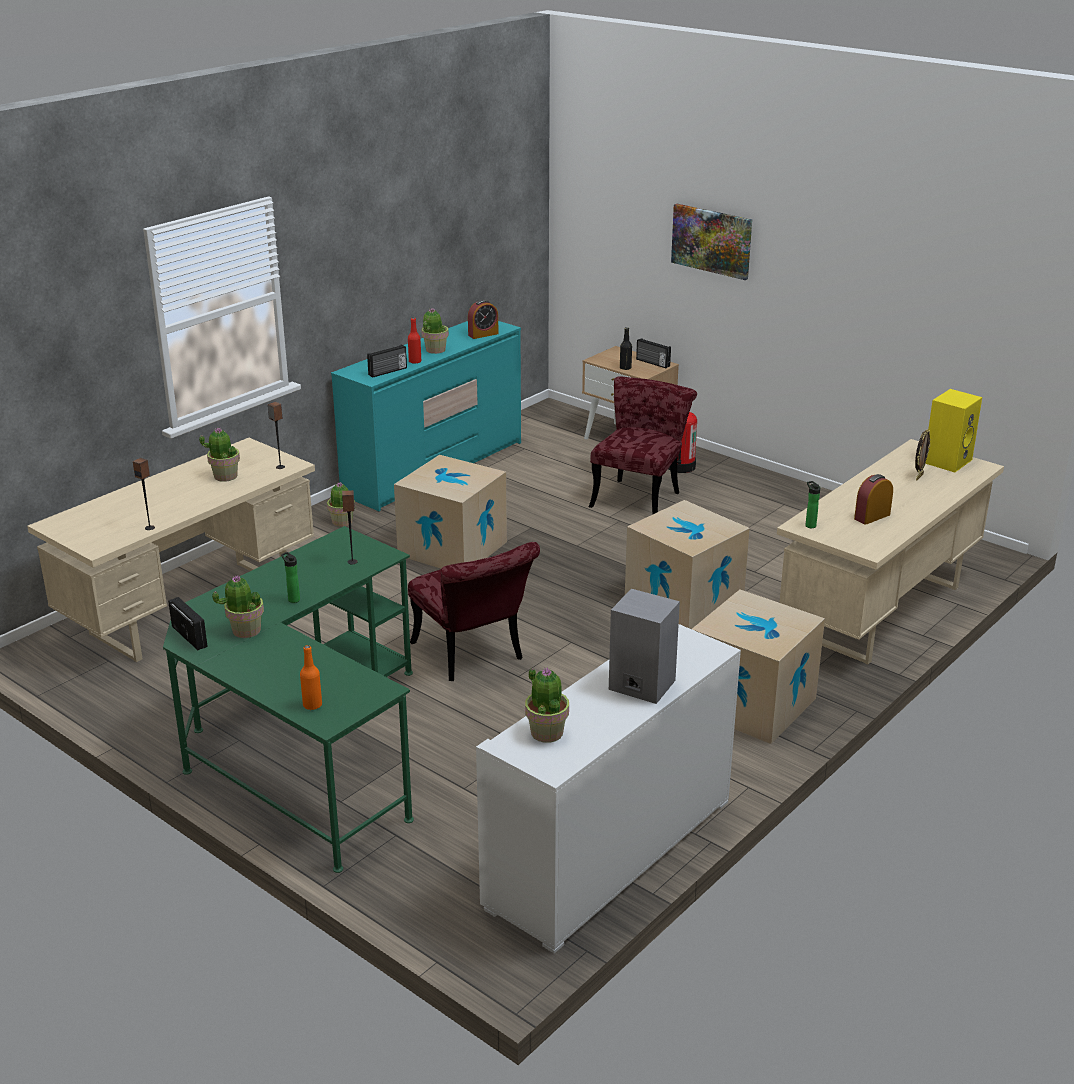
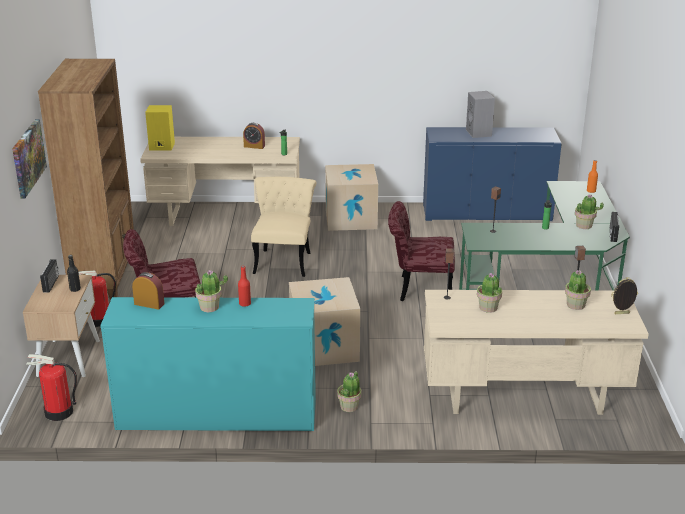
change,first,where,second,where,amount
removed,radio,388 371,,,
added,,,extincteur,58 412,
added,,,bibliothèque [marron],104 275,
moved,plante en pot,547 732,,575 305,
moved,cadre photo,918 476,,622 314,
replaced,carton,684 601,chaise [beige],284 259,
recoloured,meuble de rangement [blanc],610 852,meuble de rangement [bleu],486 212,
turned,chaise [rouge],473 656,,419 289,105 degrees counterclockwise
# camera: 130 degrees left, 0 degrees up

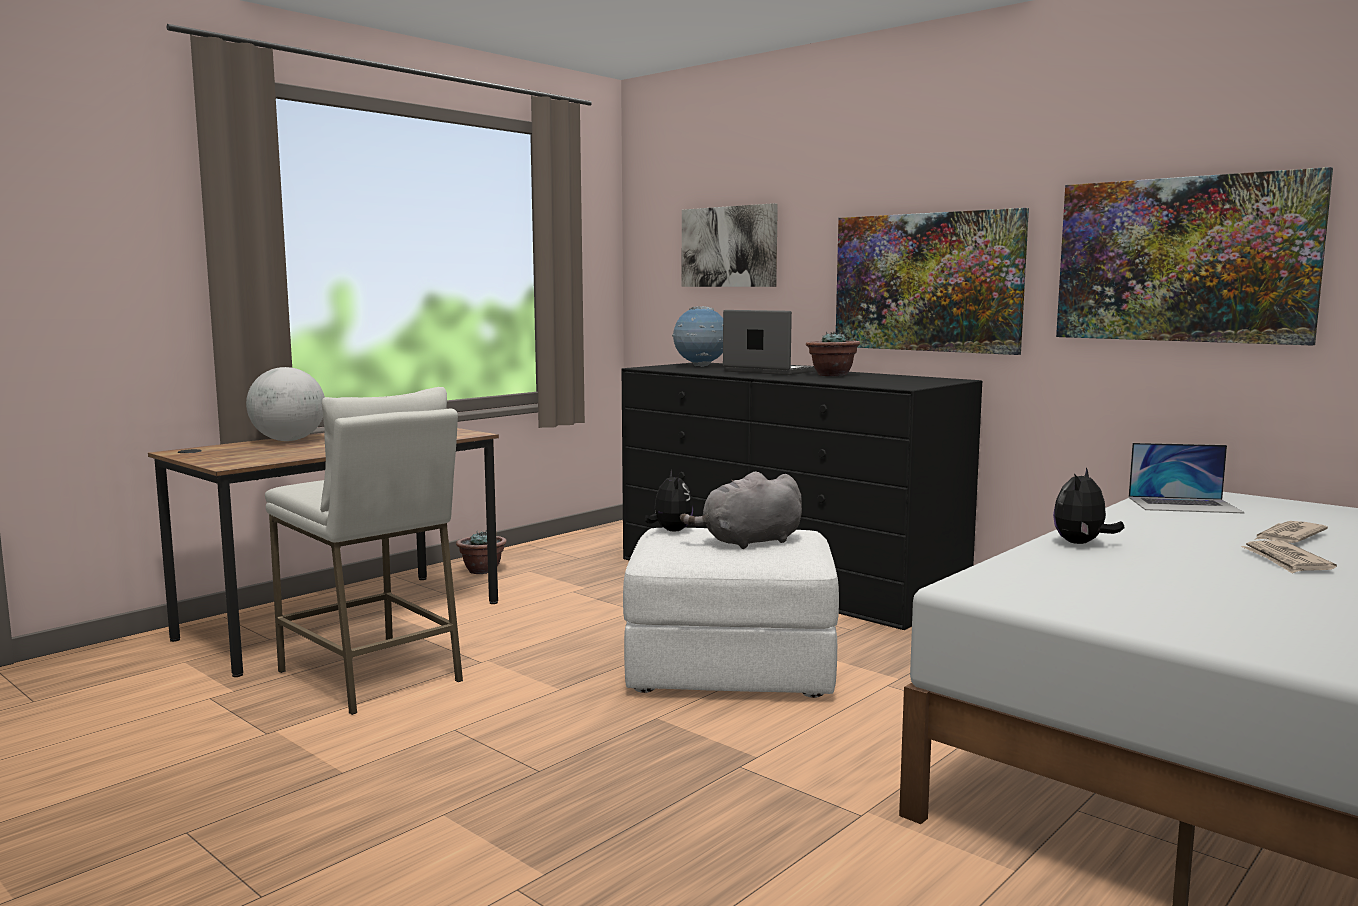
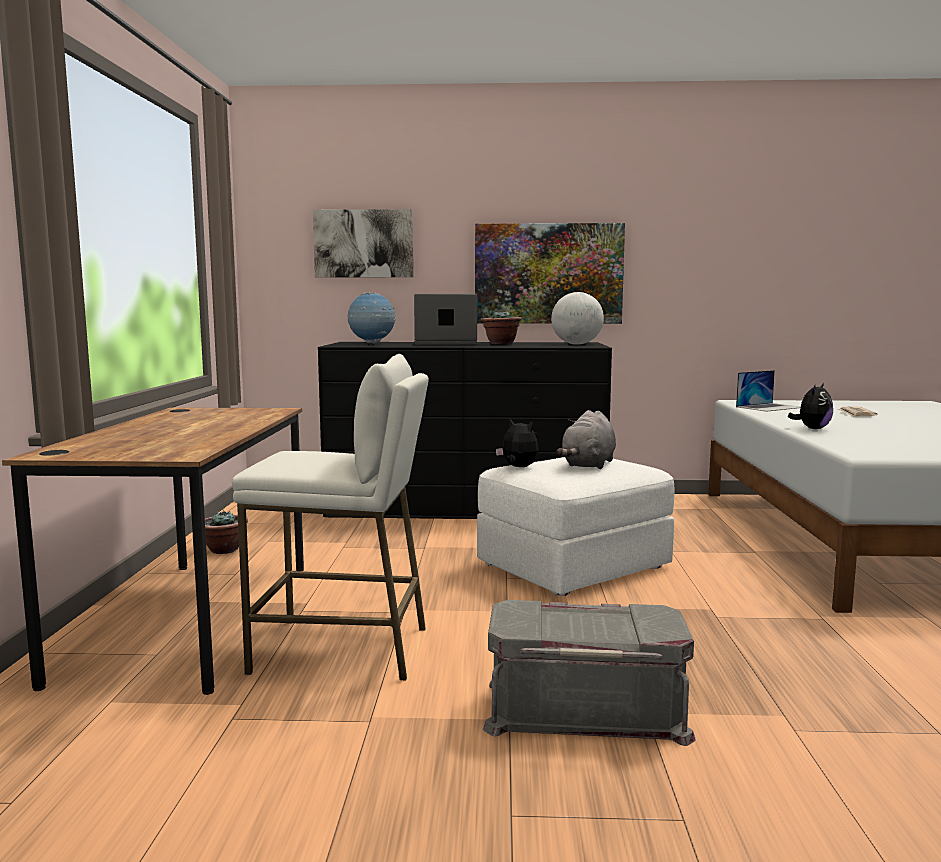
change,first,where,second,where,amount
removed,tableau,1183 260,,,
removed,journal,1286 561,,,
added,,,boîte de rangement [gris],585 709,
moved,globe,288 440,,576 344,
turned,peluche,1081 543,,812 429,135 degrees counterclockwise
# camera: 40 degrees left, 0 degrees up

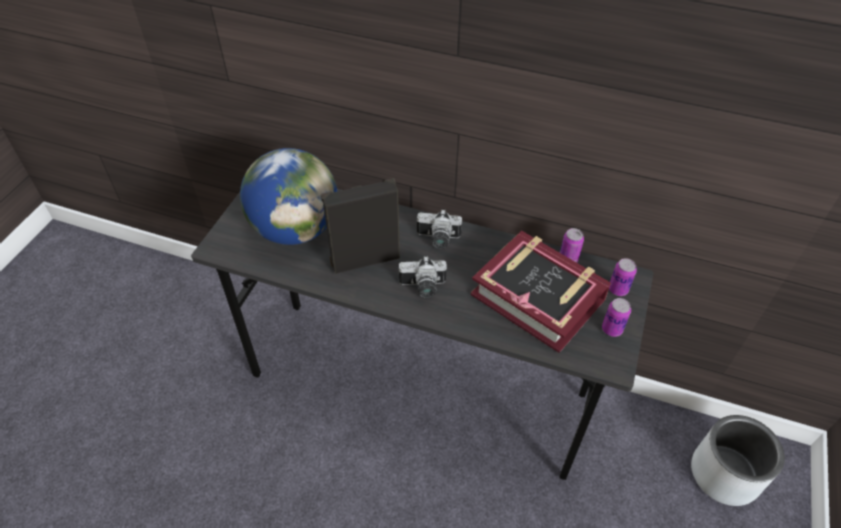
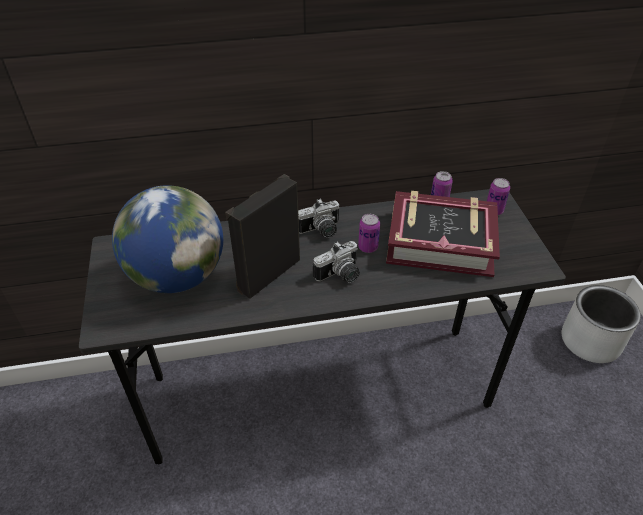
change,first,where,second,where,amount
moved,boîte métallique,612 329,,368 247,
# camera: 30 degrees left, 5 degrees down

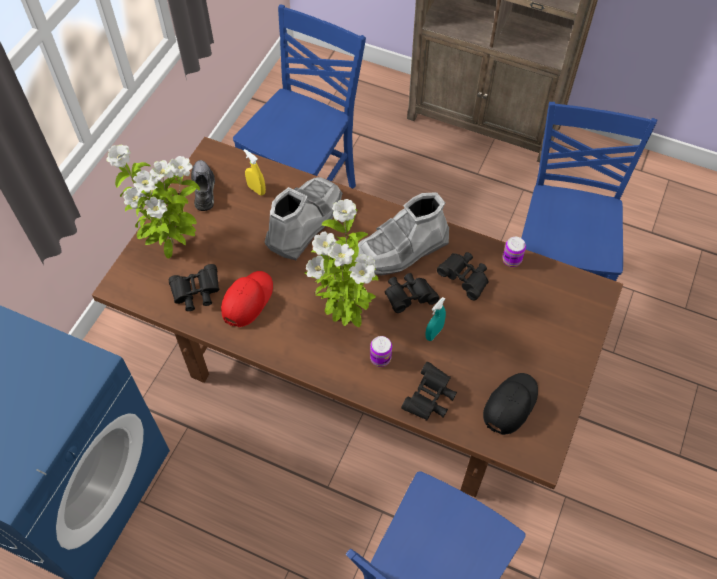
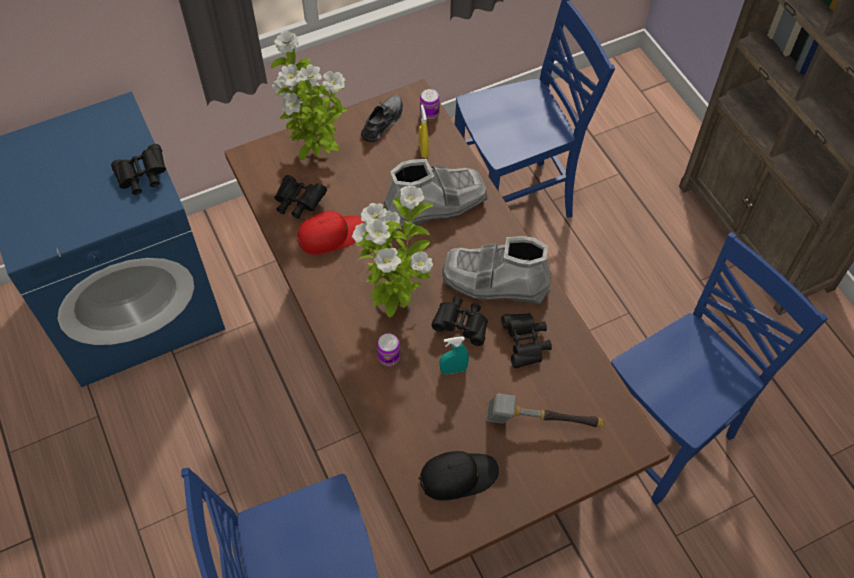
change,first,where,second,where,amount
added,,,marteau,538 423,
moved,jumelles [noir],429 399,,142 177,
moved,boîte métallique,511 259,,429 114,
# camera: 40 degrees right, 0 degrees up

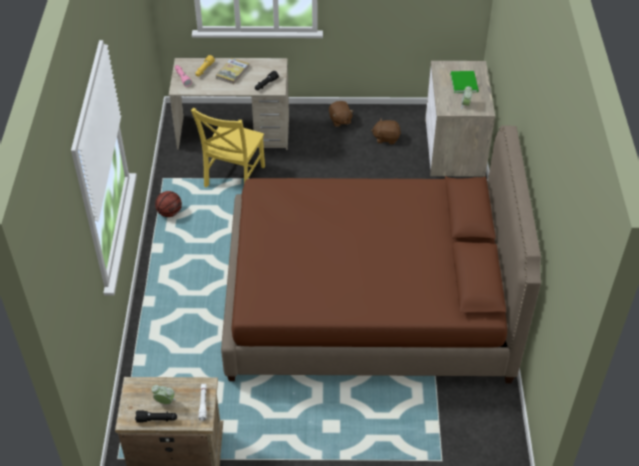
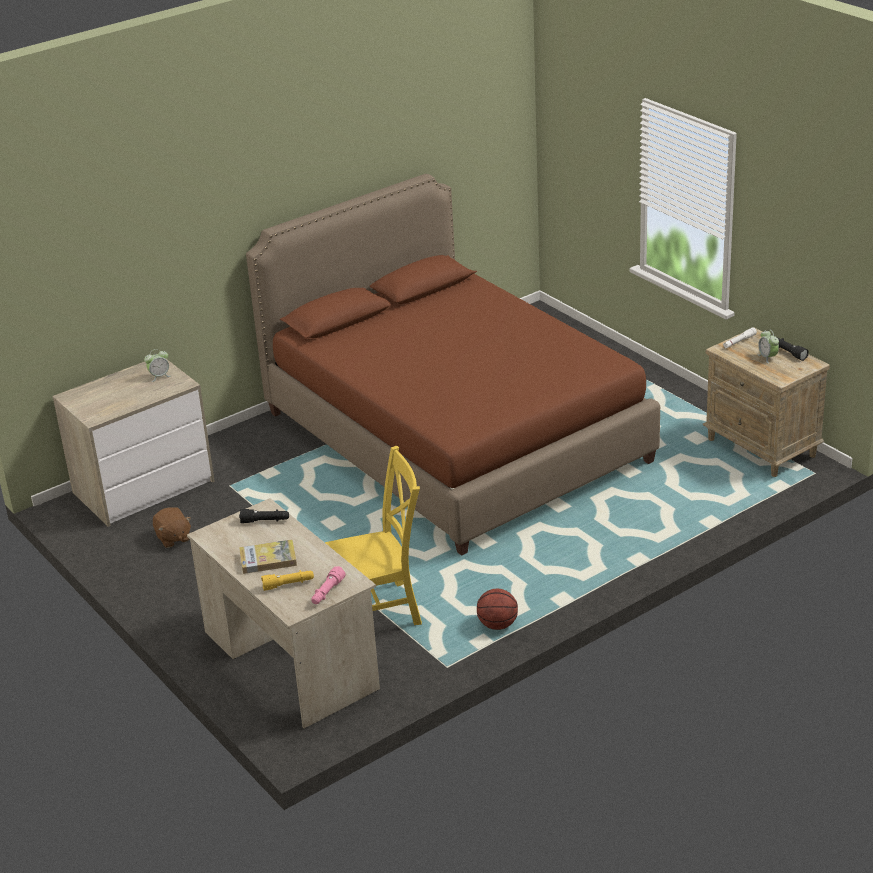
change,first,where,second,where,amount
removed,peluche [marron],340 120,,,
removed,livre [vert],464 82,,,
# camera: 125 degrees left, 15 degrees down

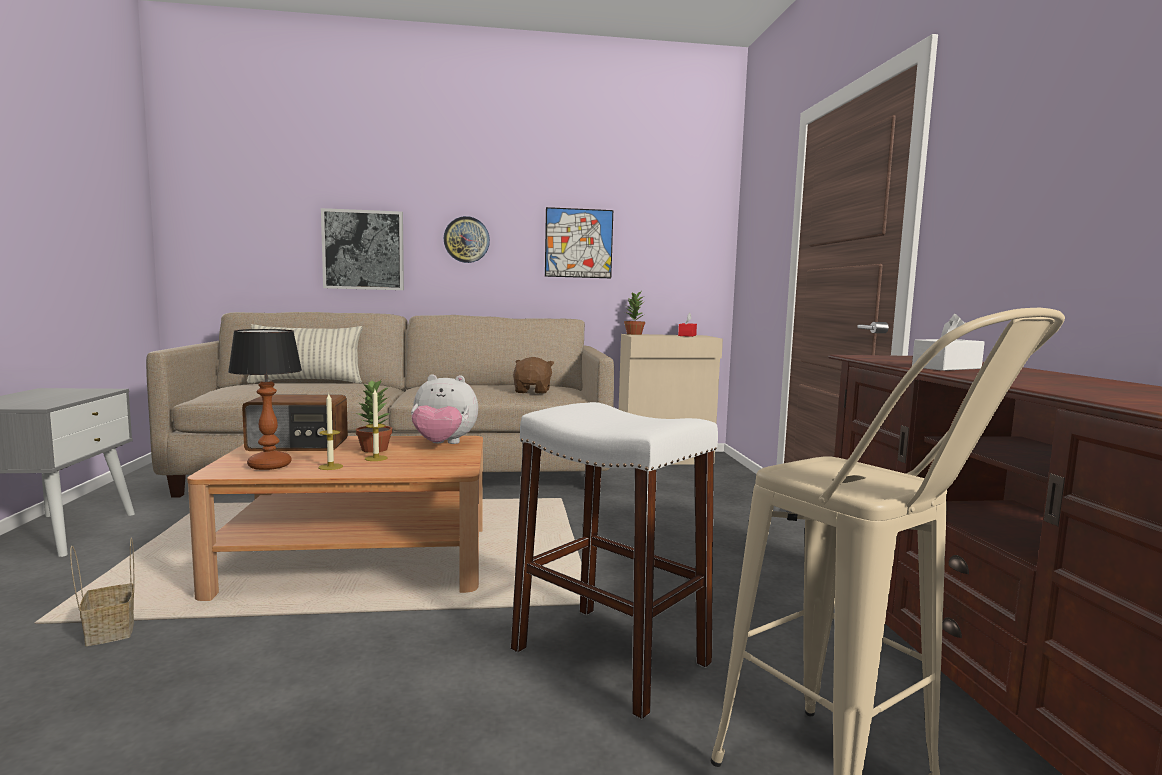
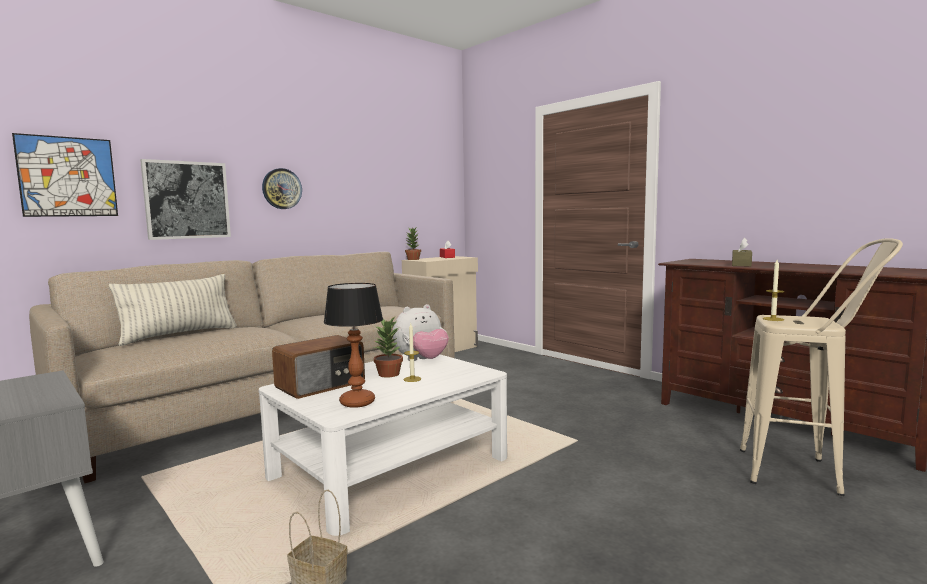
change,first,where,second,where,amount
removed,tabouret [blanc],610 656,,,
removed,peluche [marron],533 391,,,
moved,bougie,330 467,,773 319,
moved,tableau,578 243,,68 177,
recoloured,table basse [marron],359 559,table basse [blanc],390 467,
recoloured,boîte à mouchoirs [blanc],946 367,boîte à mouchoirs [marron],741 264,
# camera: 35 degrees left, 0 degrees up

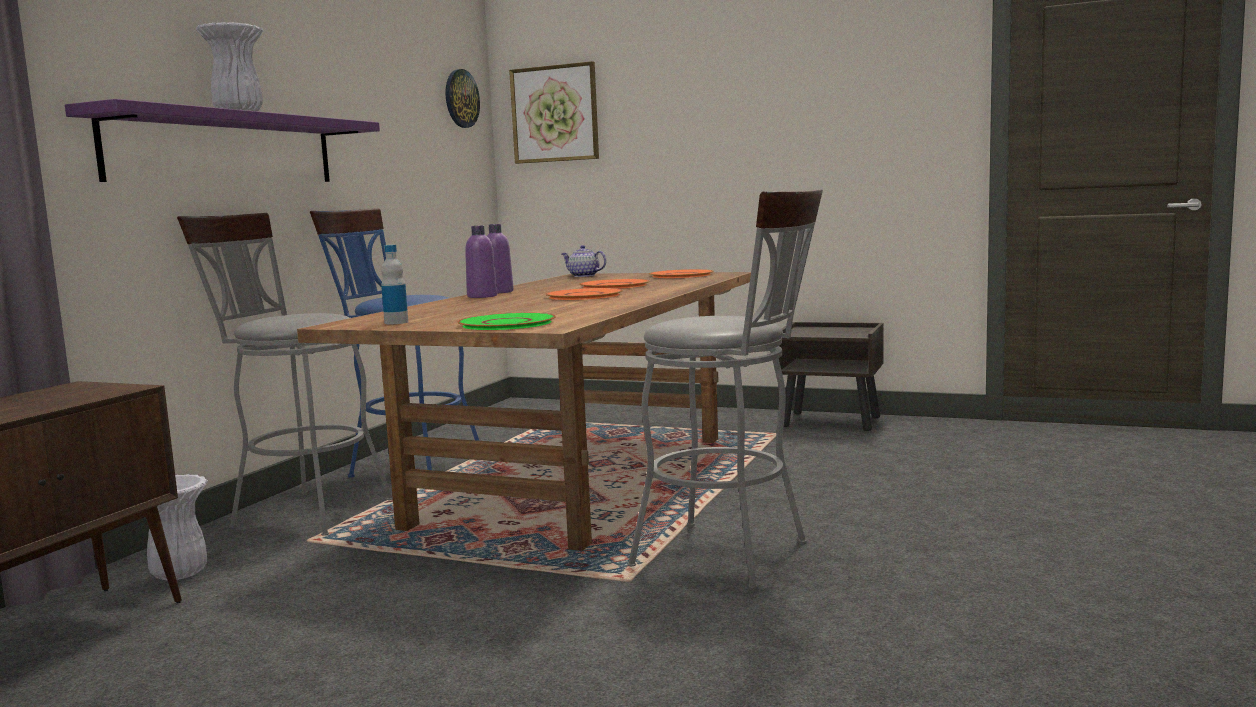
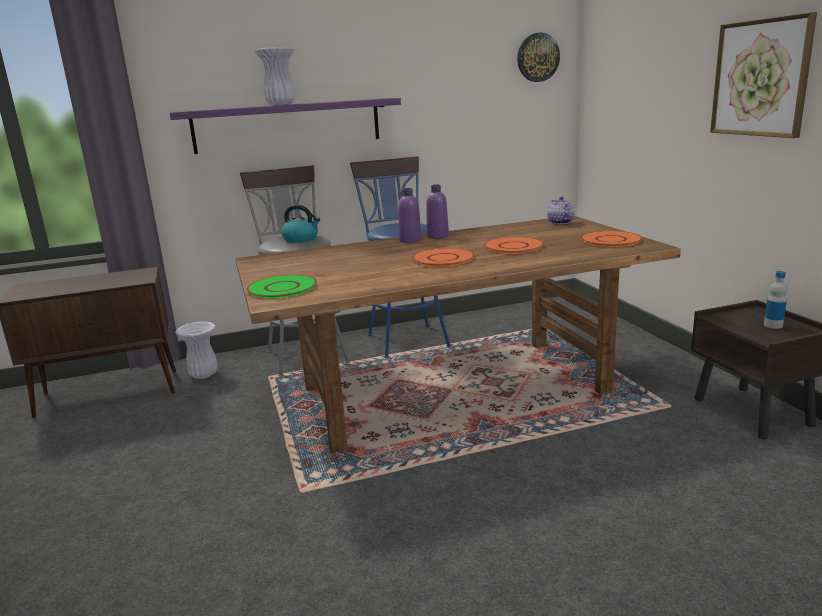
change,first,where,second,where,amount
removed,tabouret [gris],734 557,,,
added,,,bouilloire,301 239,
moved,bouteille,396 322,,773 325,
moved,tableau,555 114,,760 78,
# camera: 50 degrees right, 10 degrees up

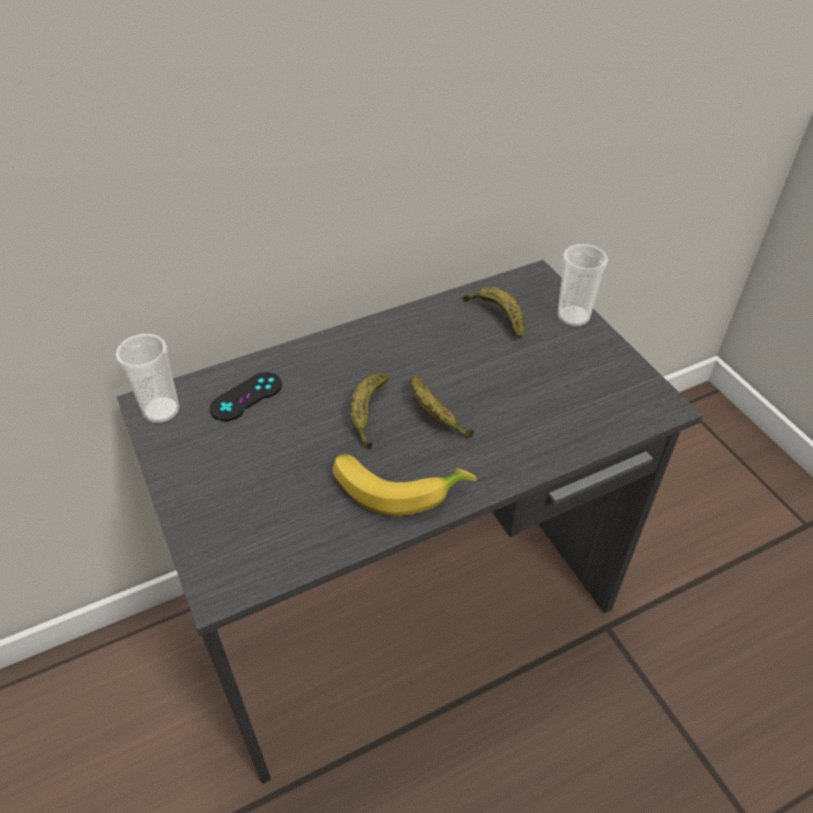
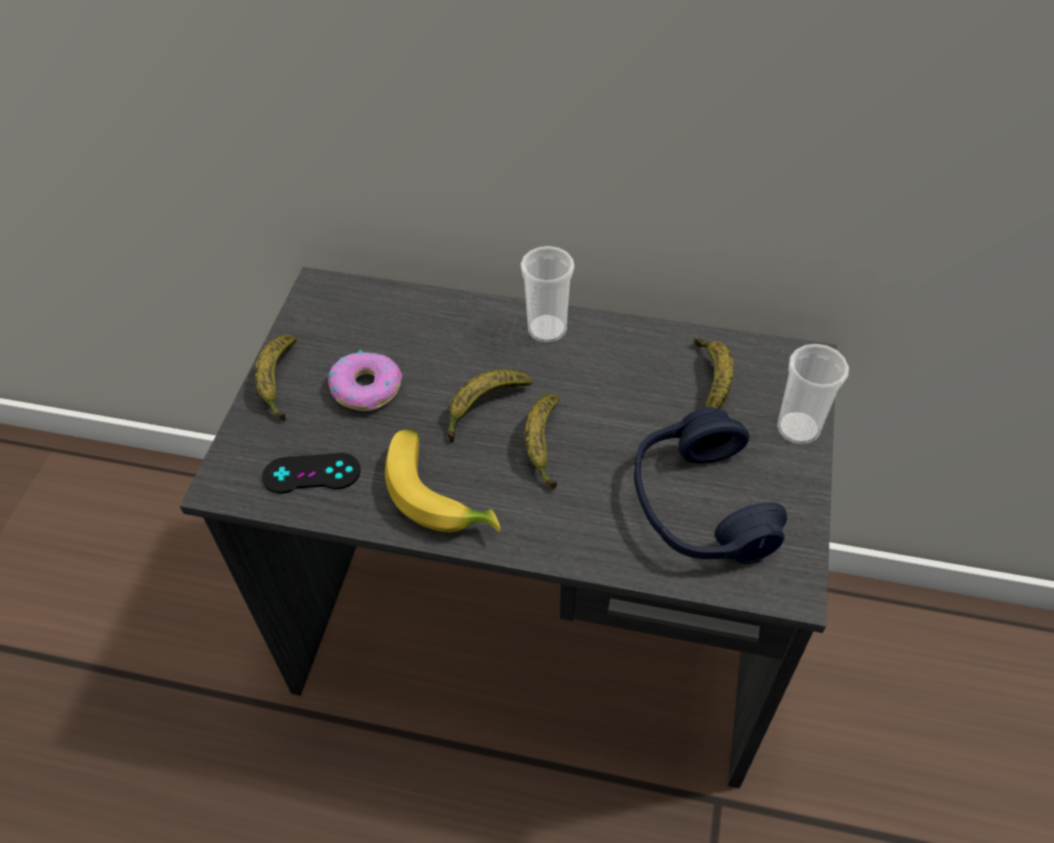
change,first,where,second,where,amount
added,,,banane,278 383,
added,,,beignet,366 388,
added,,,casque audio [bleu],699 505,
moved,tasse,161 410,,547 329,
moved,manette [noir],246 397,,311 474,
# camera: 40 degrees right, 5 degrees up

